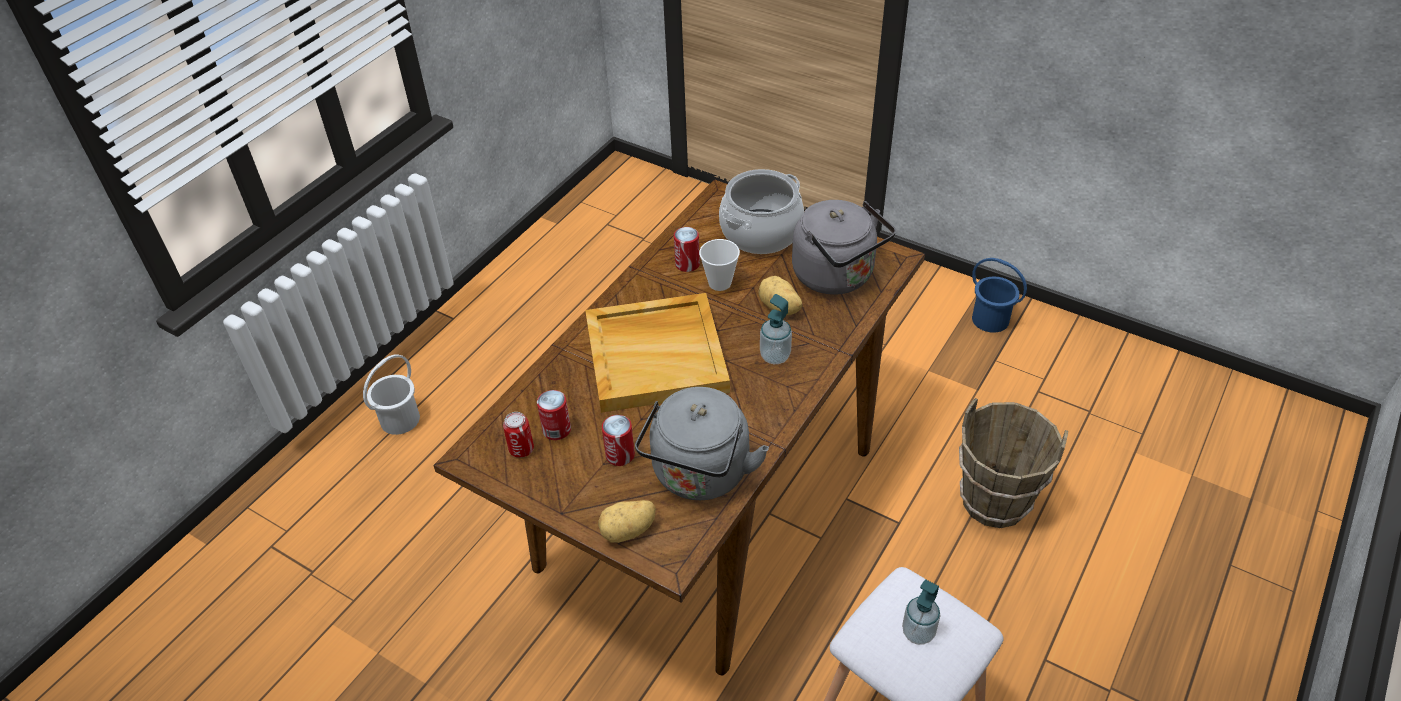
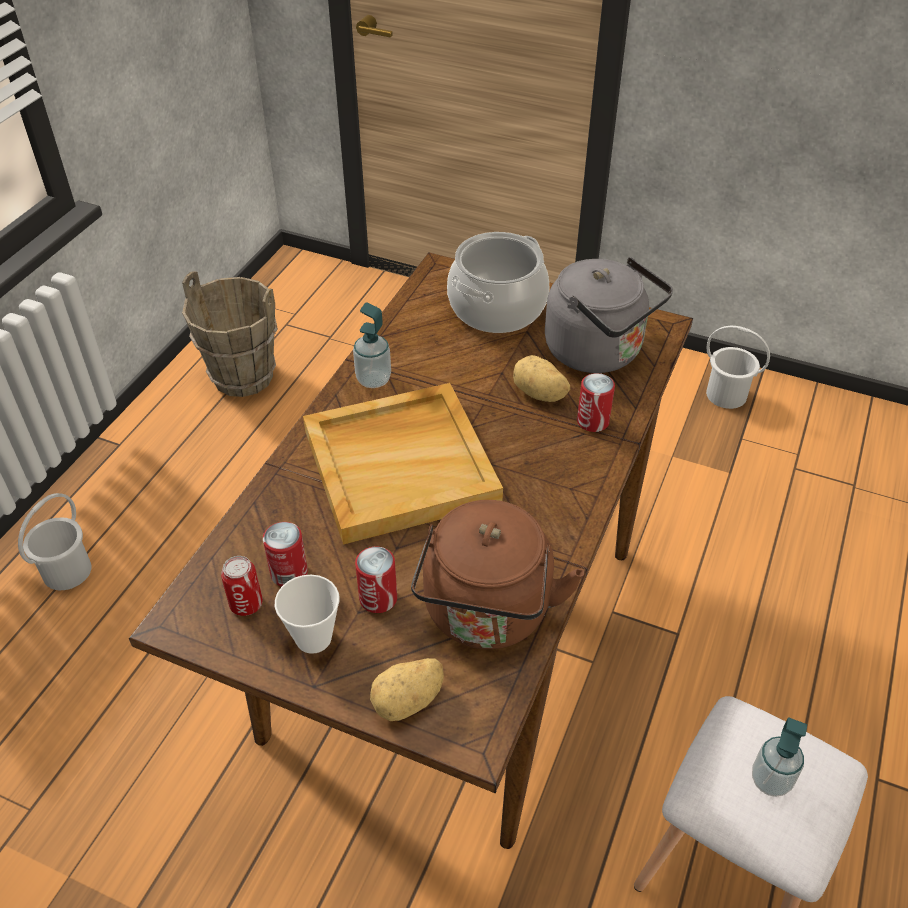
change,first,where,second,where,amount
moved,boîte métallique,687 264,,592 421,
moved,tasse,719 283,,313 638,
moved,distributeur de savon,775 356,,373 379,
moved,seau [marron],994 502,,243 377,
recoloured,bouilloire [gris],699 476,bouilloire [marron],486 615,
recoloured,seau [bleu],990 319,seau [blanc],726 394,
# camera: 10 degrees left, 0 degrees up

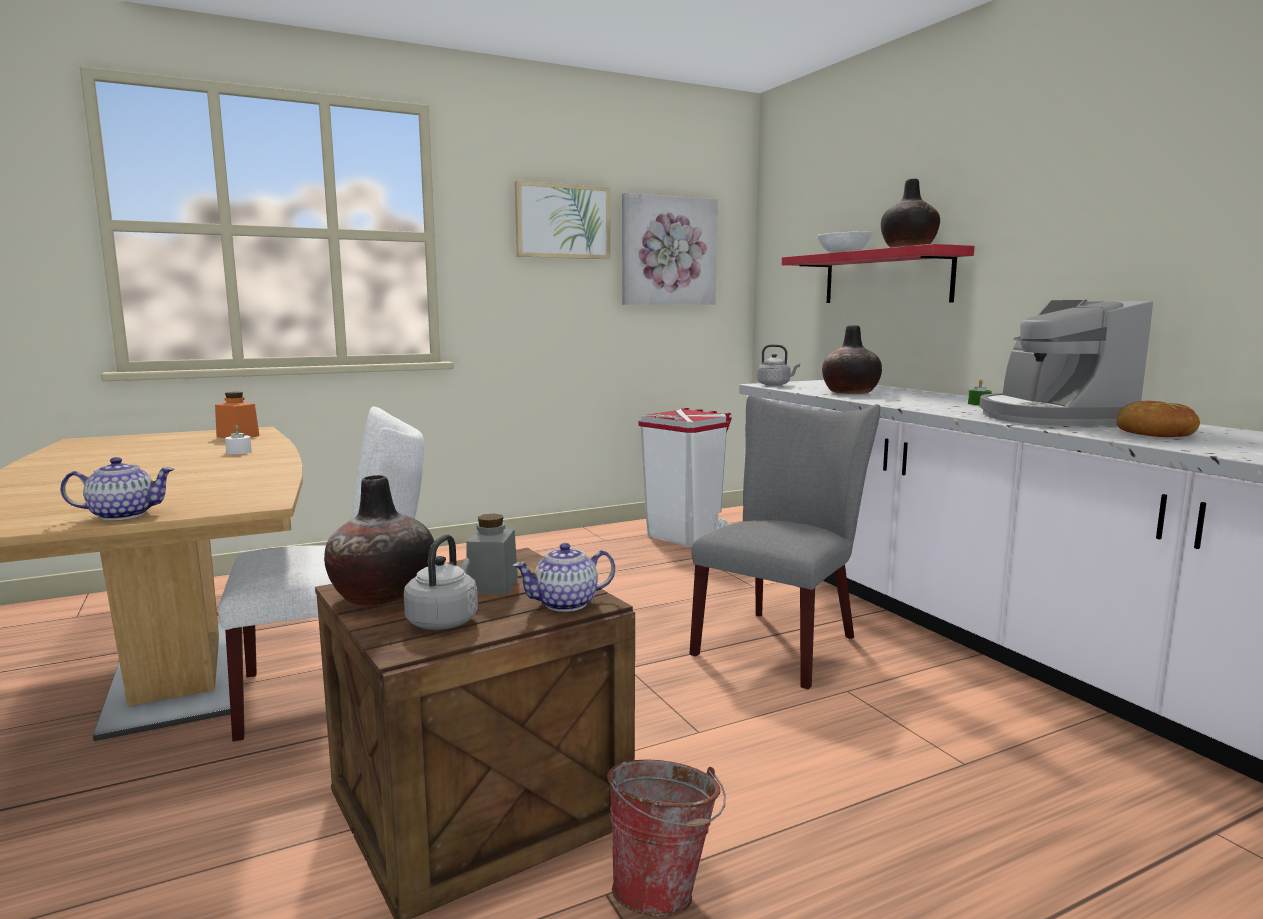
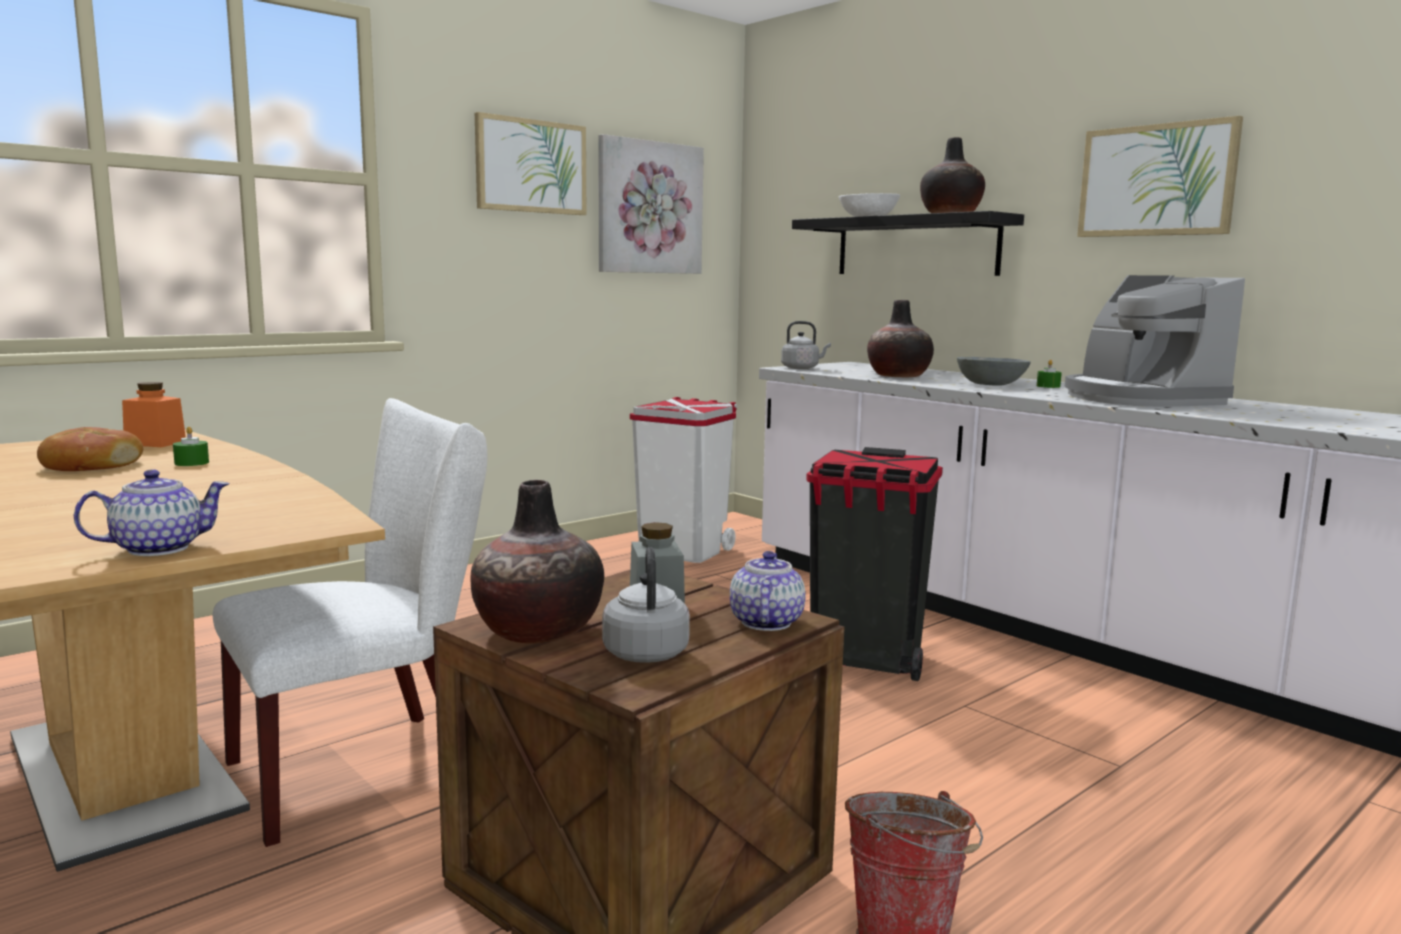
change,first,where,second,where,amount
added,,,bol [gris],991 384,
added,,,tableau,1156 180,
moved,pain,1154 433,,91 465,
replaced,chaise [gris],781 642,poubelle [noir],865 661,
recoloured,bougie [blanc],239 452,bougie [vert],191 463,
recoloured,étagère [rouge],886 277,étagère [noir],916 246,
turned,théière,566 603,,765 622,135 degrees clockwise
# camera: 15 degrees left, 0 degrees up

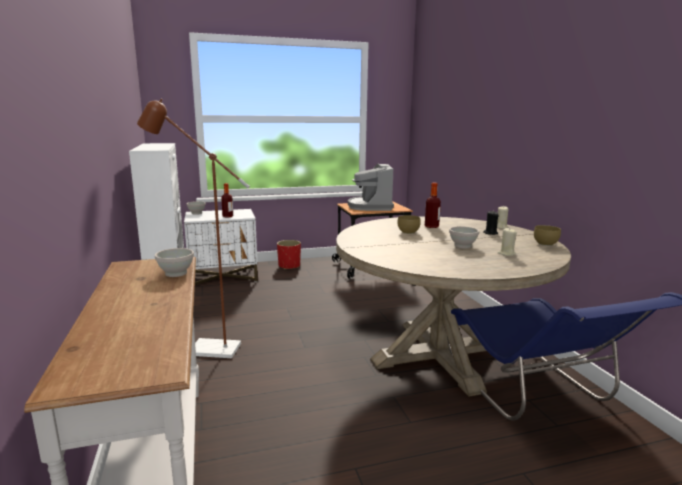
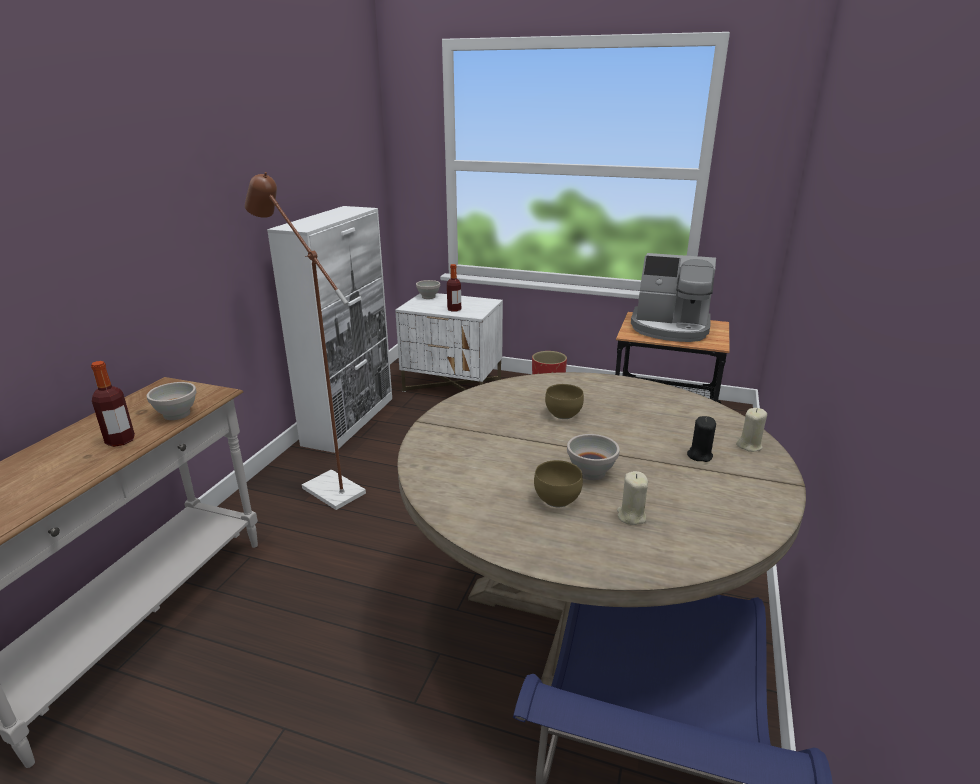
change,first,where,second,where,amount
moved,bouteille,431 226,,120 441,
moved,bol [marron],545 244,,558 499,
turned,machine à café,370 206,,670 328,105 degrees counterclockwise
# camera: 35 degrees right, 10 degrees up

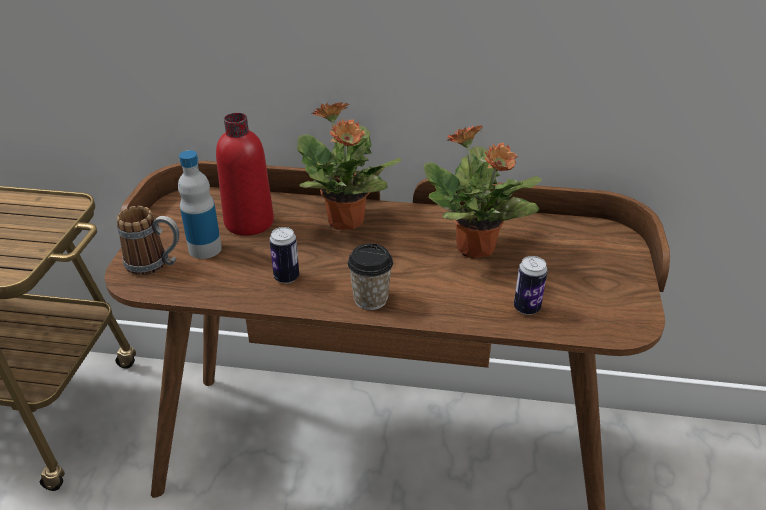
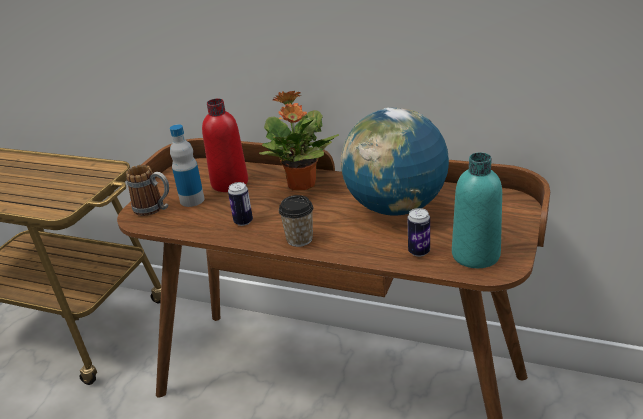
change,first,where,second,where,amount
added,,,bouteille [turquoise],475 255,
replaced,plante en pot,476 249,globe,395 208,
# camera: 15 degrees right, 5 degrees down

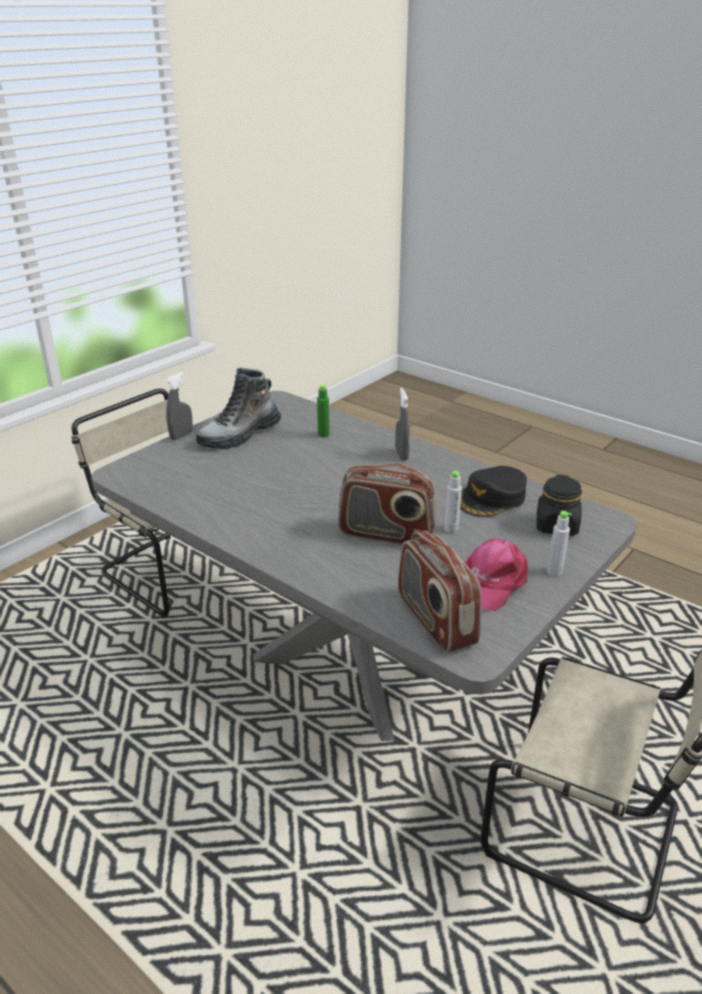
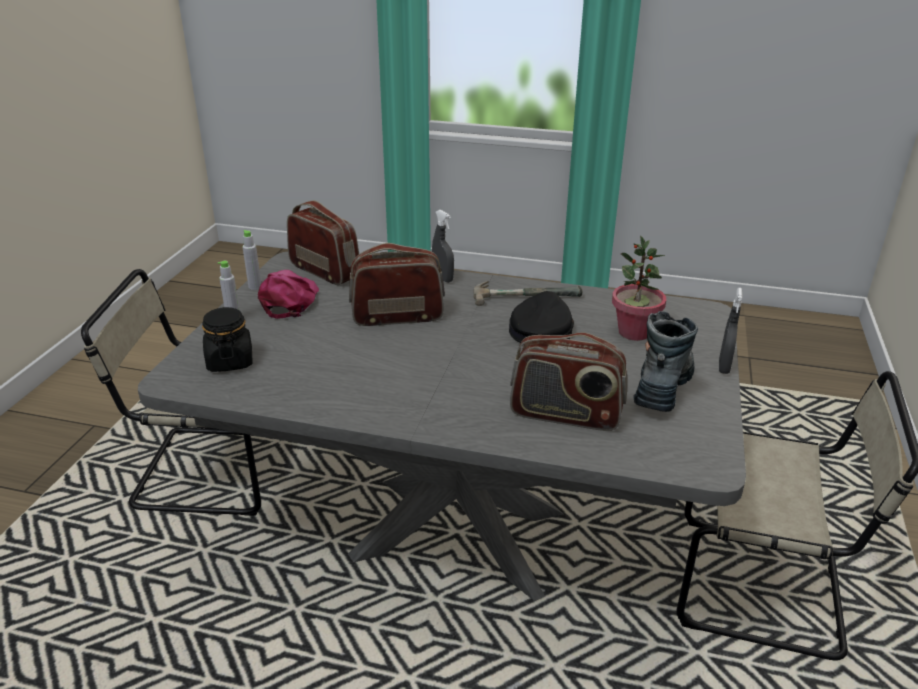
change,first,where,second,where,amount
added,,,marteau,525 294,
added,,,plante en pot,634 332,
moved,vaporisateur [gris],401 455,,442 278,
moved,bouteille [gris],451 528,,255 286,
moved,casquette [noir],492 498,,541 329,
replaced,bouteille [vert],323 434,radio,565 415,
# camera: 155 degrees right, 0 degrees up

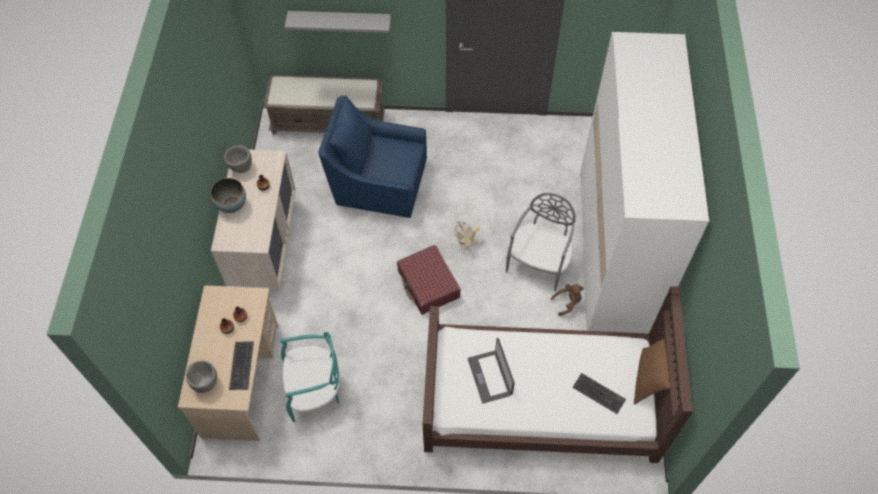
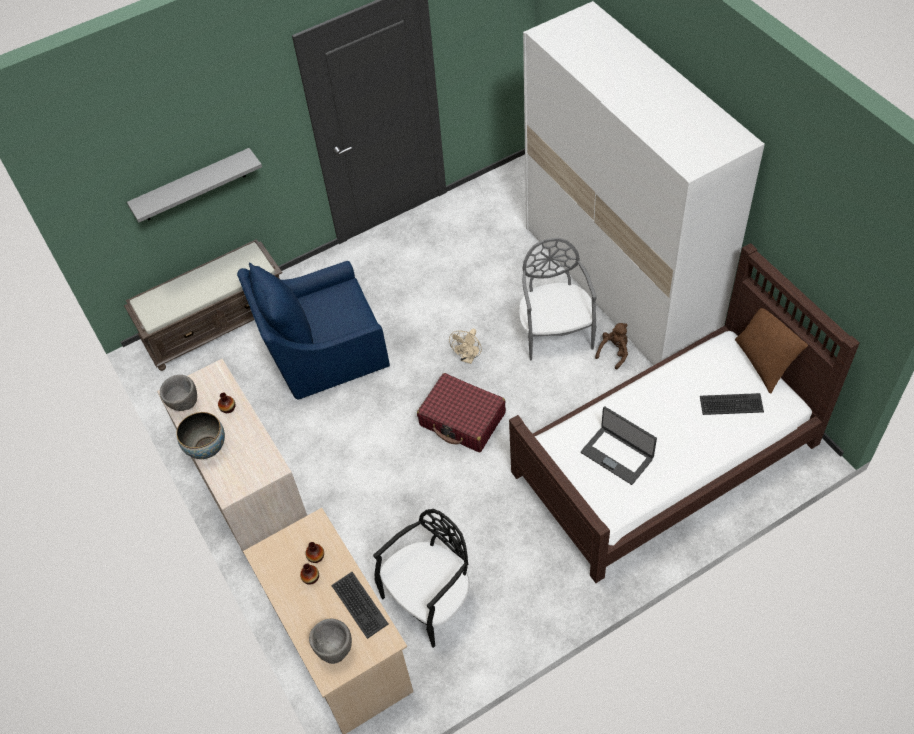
change,first,where,second,where,amount
recoloured,chaise [turquoise],314 391,chaise [noir],430 600,
# camera: 30 degrees left, 5 degrees down

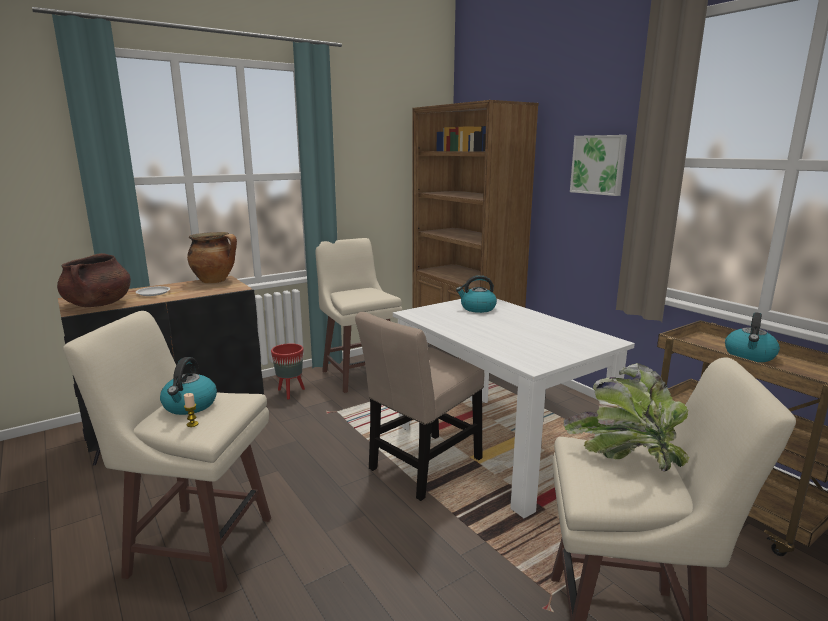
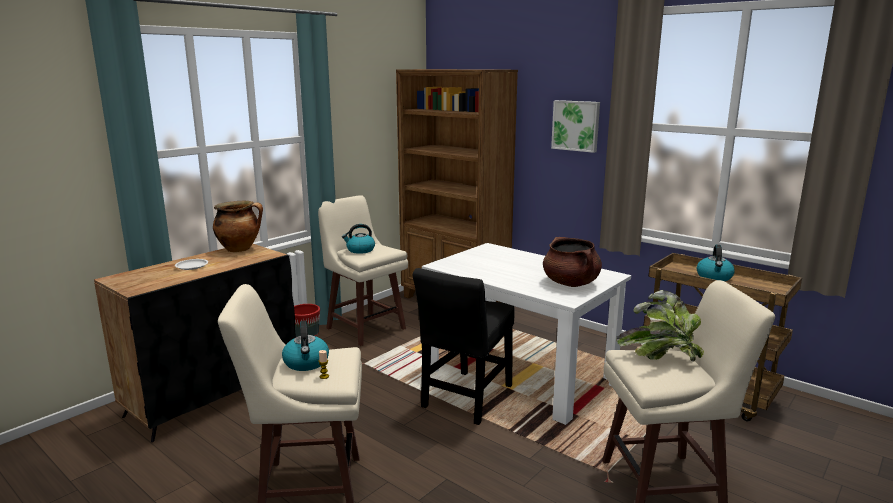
change,first,where,second,where,amount
moved,marmite [marron],98 304,,571 283,
moved,bouilloire,477 308,,360 250,
recoloured,chaise [beige],422 467,chaise [noir],466 399,
# camera: 15 degrees left, 0 degrees up

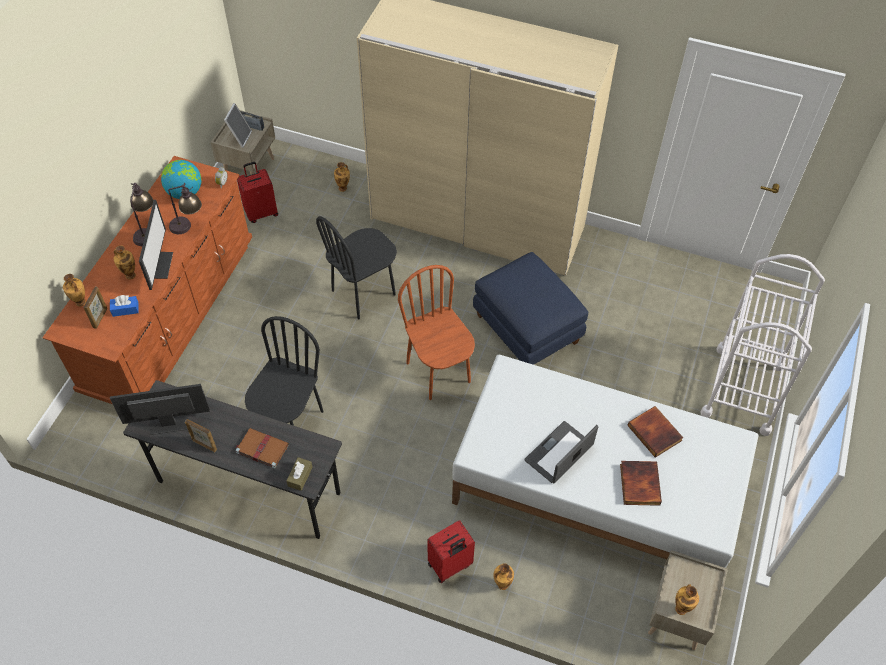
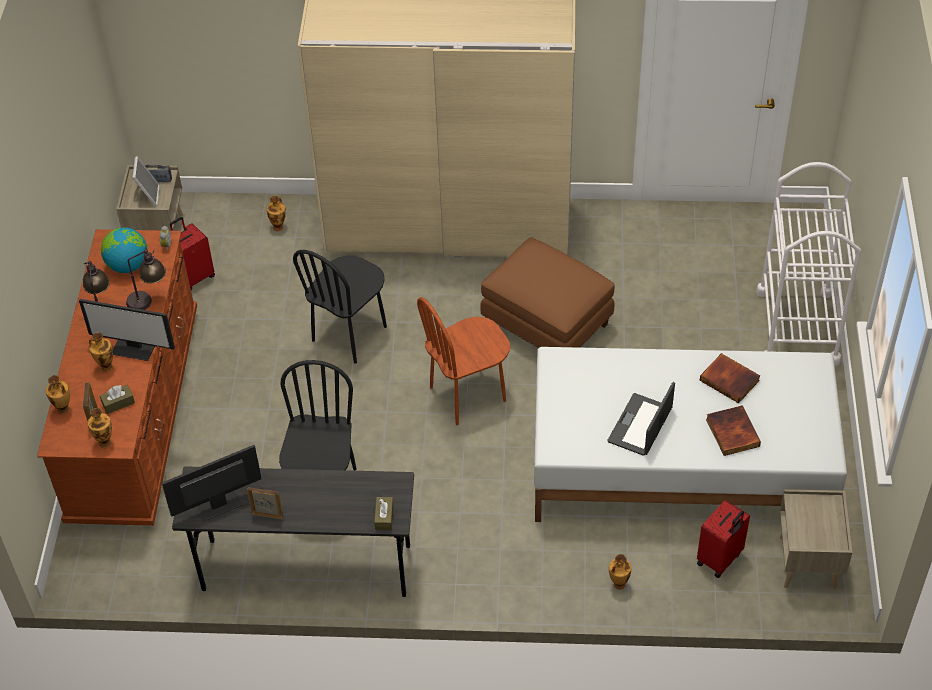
change,first,where,second,where,amount
removed,livre [marron],261 448,,,
moved,valise [rouge],450 566,,720 559,
moved,vase,681 608,,105 442,
recoloured,boîte à mouchoirs [bleu],125 309,boîte à mouchoirs [marron],118 403,
recoloured,pouf [bleu],528 328,pouf [marron],548 324,
turned,écran d'ordinateur,159 265,,134 348,120 degrees clockwise
turned,chaise [marron],439 372,,468 394,75 degrees counterclockwise
# camera: 15 degrees left, 5 degrees down

